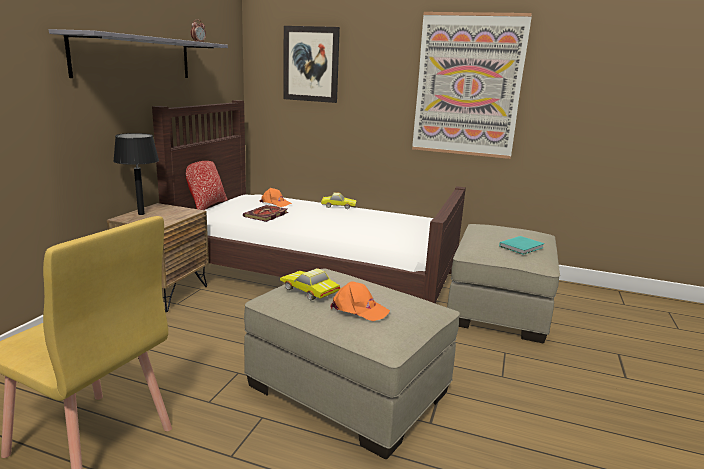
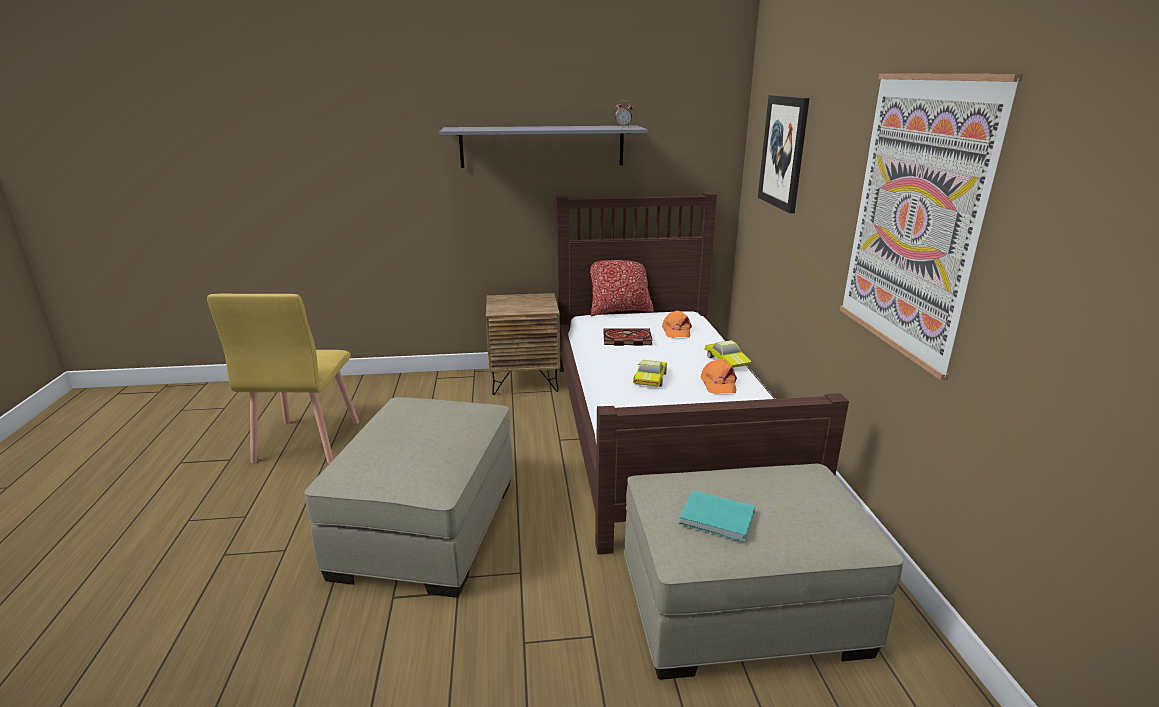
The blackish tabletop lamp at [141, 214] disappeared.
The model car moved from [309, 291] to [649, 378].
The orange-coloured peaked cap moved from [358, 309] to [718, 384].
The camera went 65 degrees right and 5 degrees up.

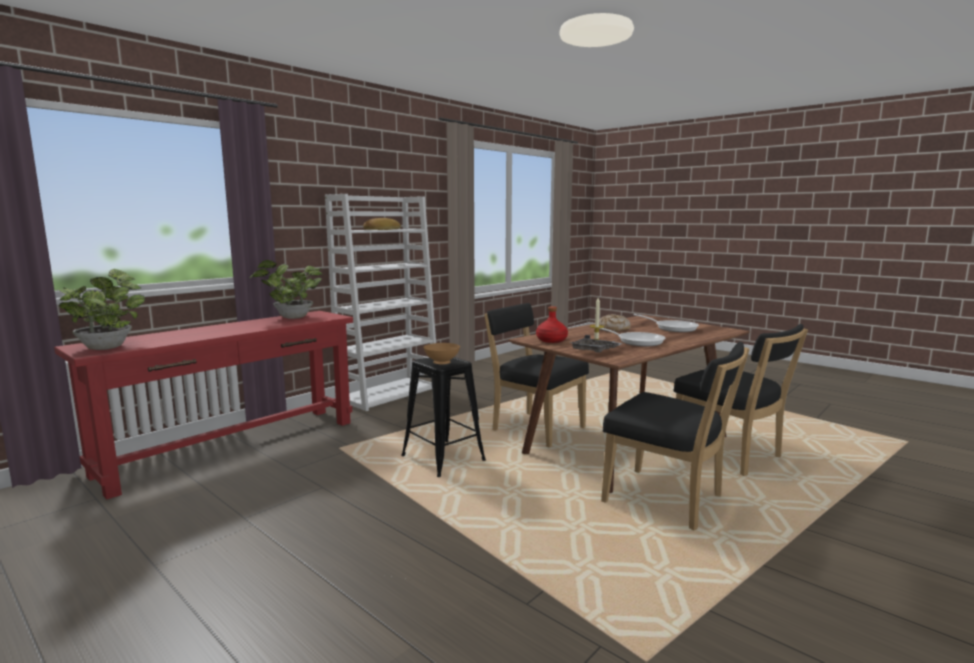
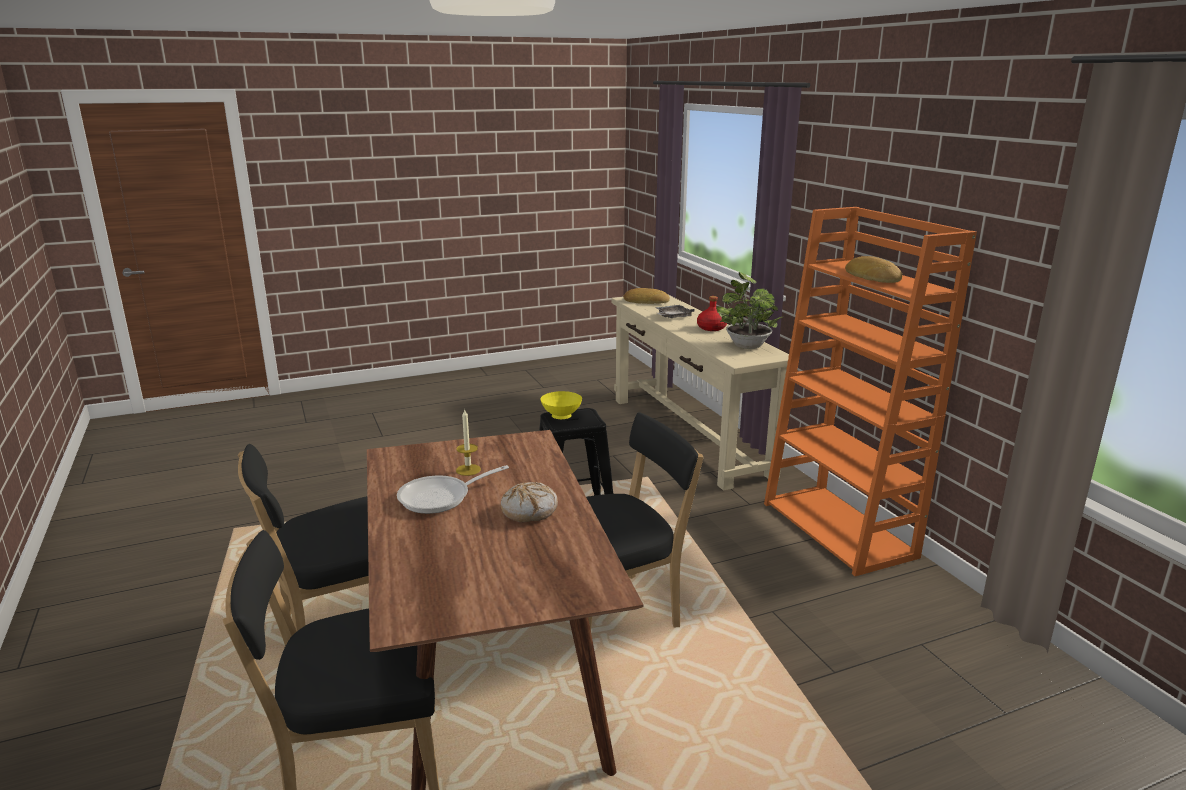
The pan at [672, 328] disappeared.
The reddish bottle moved from [551, 340] to [711, 328].
The gray carrying tray moved from [594, 351] to [672, 317].
The houseplant at [108, 347] was replaced by the baked bread at [646, 301].
The reddish hall table at [234, 447] became the sand-coloured hall table at [688, 435].
The whitish bookshelf at [389, 393] became the orange-coloured bookshelf at [840, 530].
The brownish bowl at [442, 363] became the yellow bowl at [562, 417].
The camera went 115 degrees right and 10 degrees up.

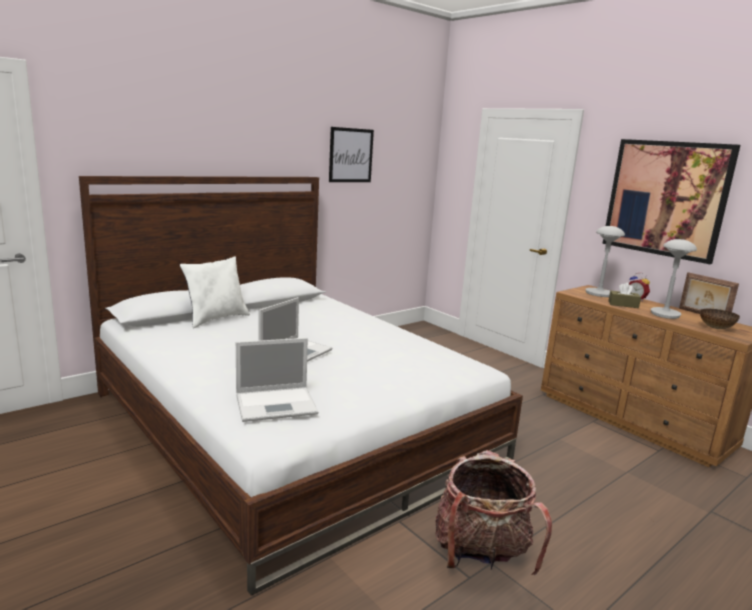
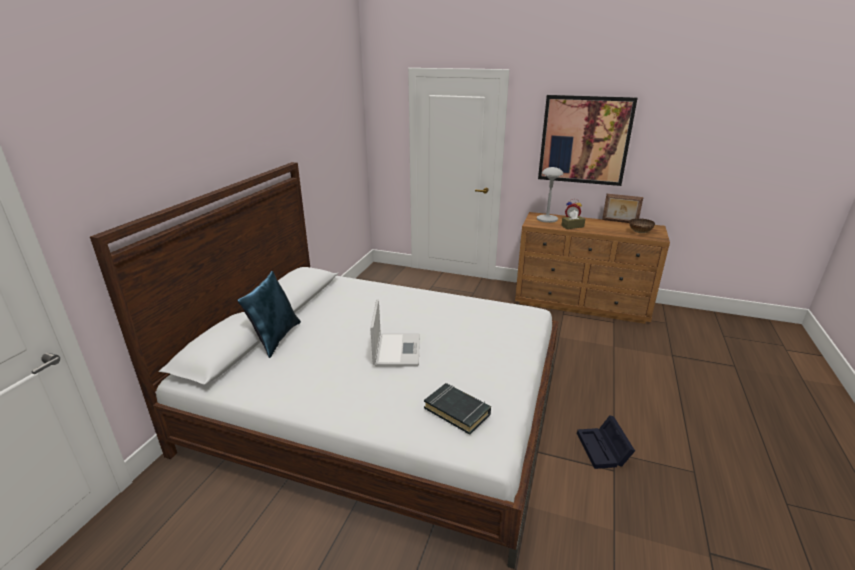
The picture at [351, 155] disappeared.
The gray tabletop lamp at [664, 314] disappeared.
The portable computer at [277, 404] was replaced by the blackish book at [457, 411].
The knapsack at [481, 555] was replaced by the blackish storage container at [603, 450].
The whitish pillow at [216, 319] became the bluish pillow at [275, 338].
The camera went 30 degrees left and 10 degrees up.

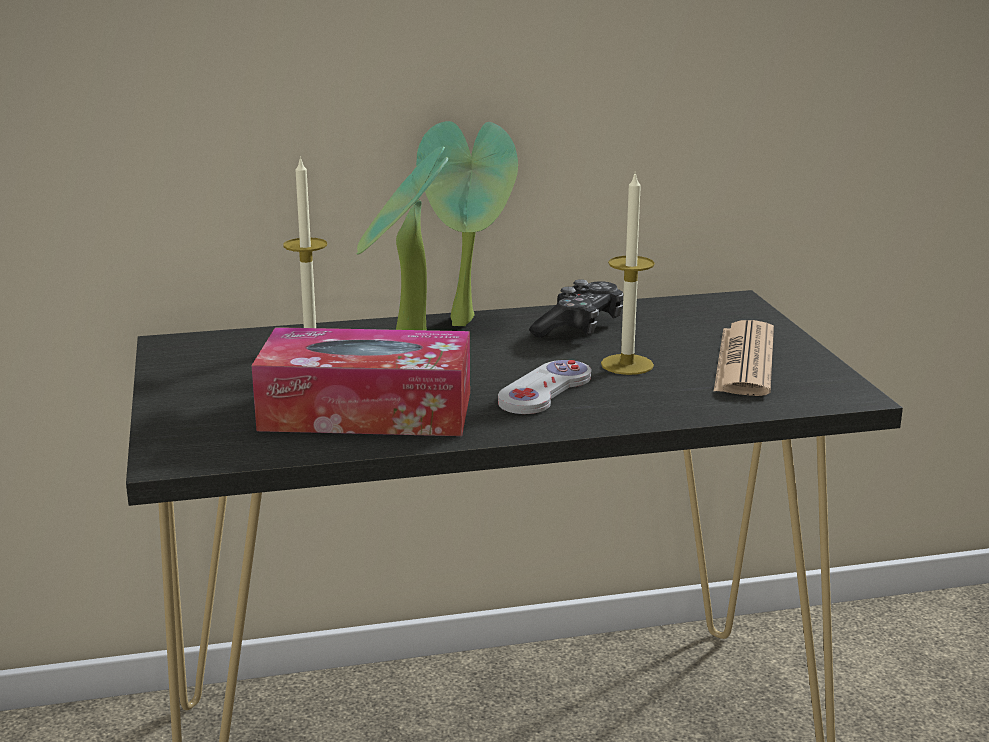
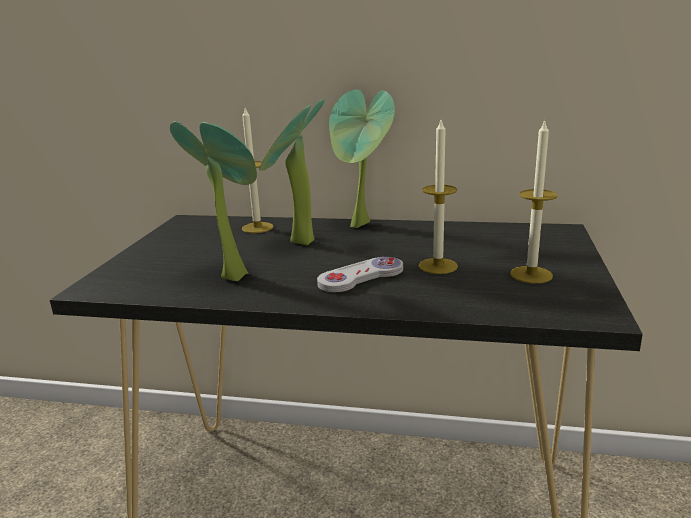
The gamepad at [580, 327] disappeared.
The tissue holder at [366, 411] was replaced by the houseplant at [234, 275].
The daily paper at [745, 361] was replaced by the wax light at [531, 274].
The camera went 25 degrees right and 0 degrees up.

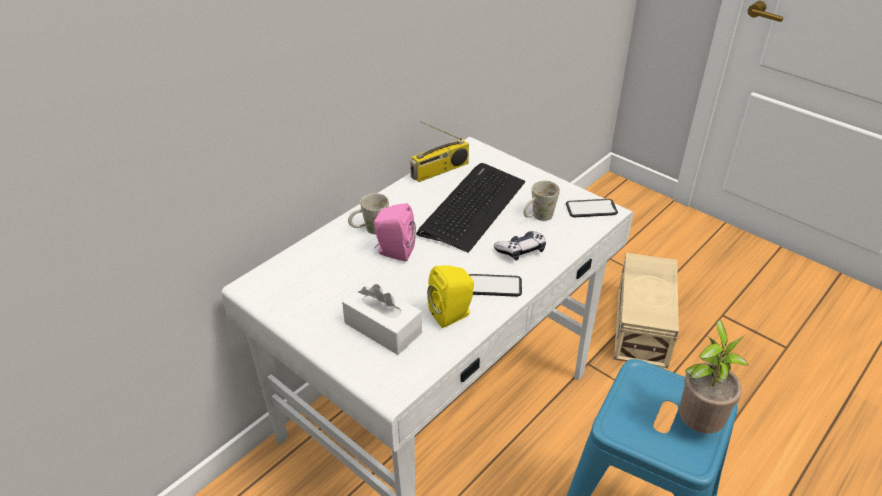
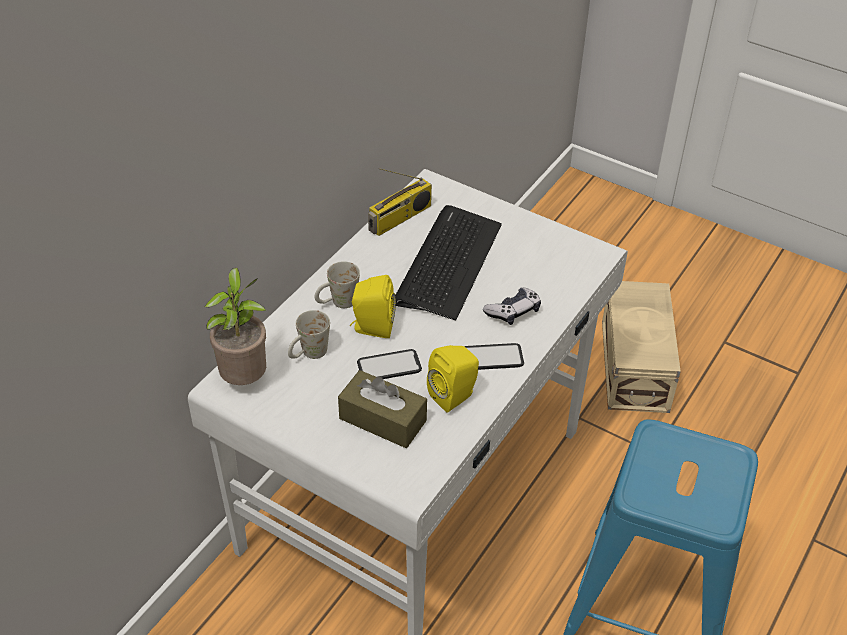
The whitish tea mug moved from [538, 217] to [308, 355].
The handset moved from [591, 209] to [389, 366].
The houseplant moved from [697, 424] to [245, 379].
The whitish tissue holder at [383, 328] became the brownish tissue holder at [382, 419].
The pinkish audio speaker at [393, 252] became the yellow audio speaker at [372, 328].
The camera went 10 degrees left and 5 degrees up.

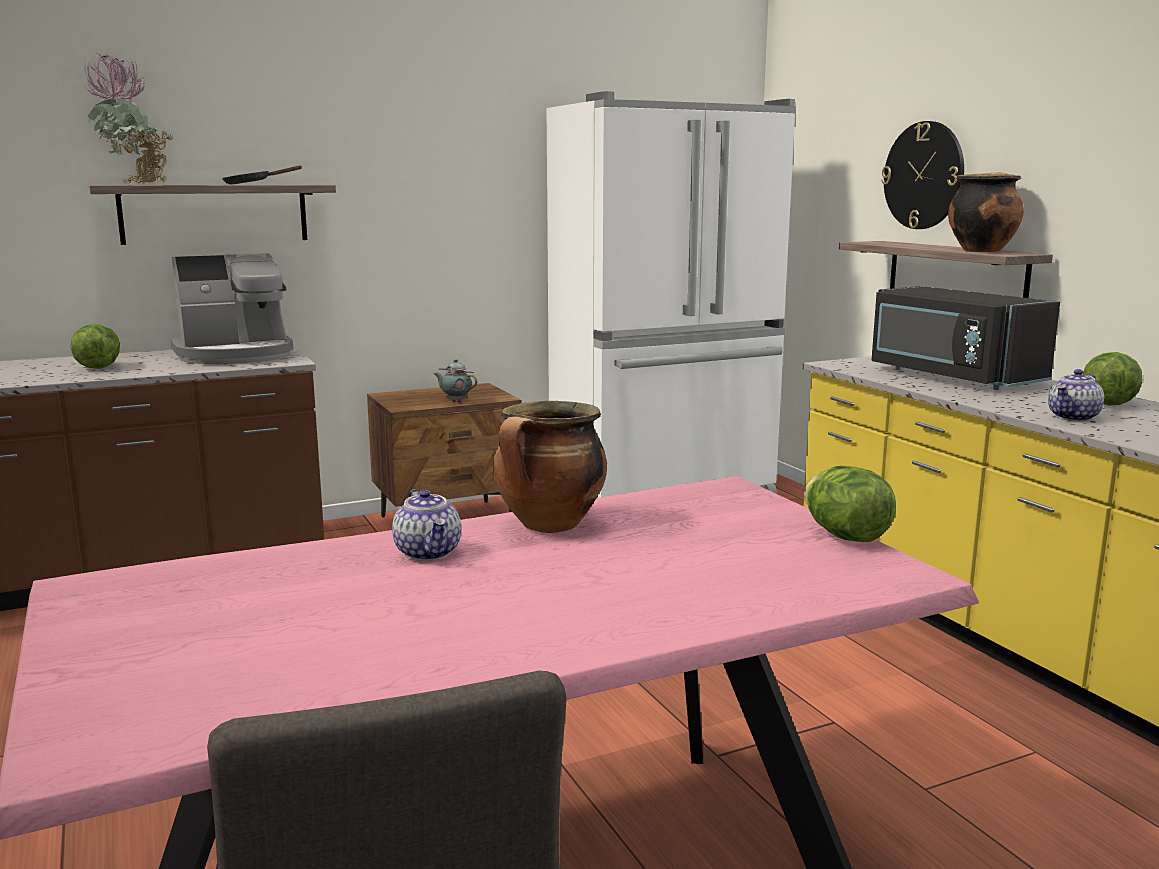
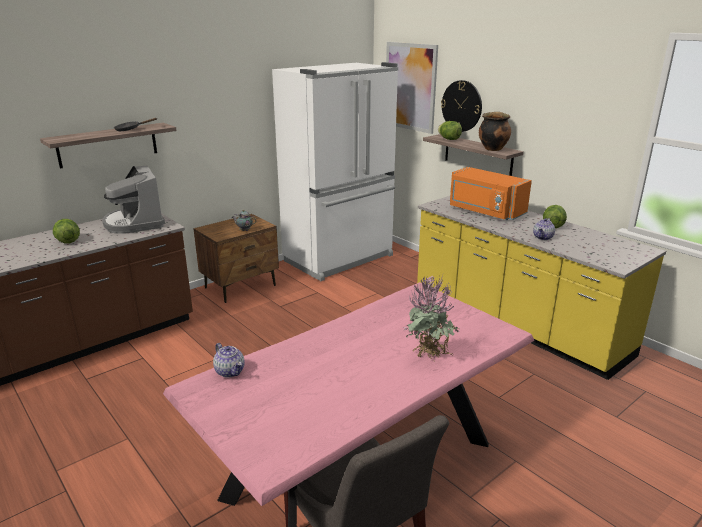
The cooking pot at [549, 526] disappeared.
The picture at [410, 87] appeared.
The houseplant moved from [135, 184] to [429, 359].
The pot for tea moved from [429, 552] to [230, 371].
The head of lettuce moved from [845, 536] to [449, 139].
The blackish microwave at [951, 377] became the orange-coloured microwave at [485, 211].
The coffee maker at [236, 355] turned 105 degrees clockwise.
The camera went 15 degrees left and 10 degrees up.

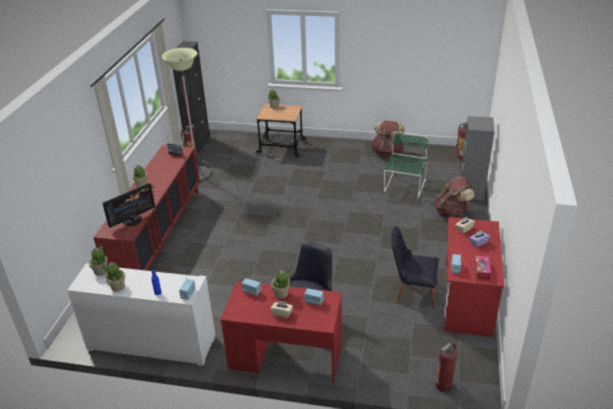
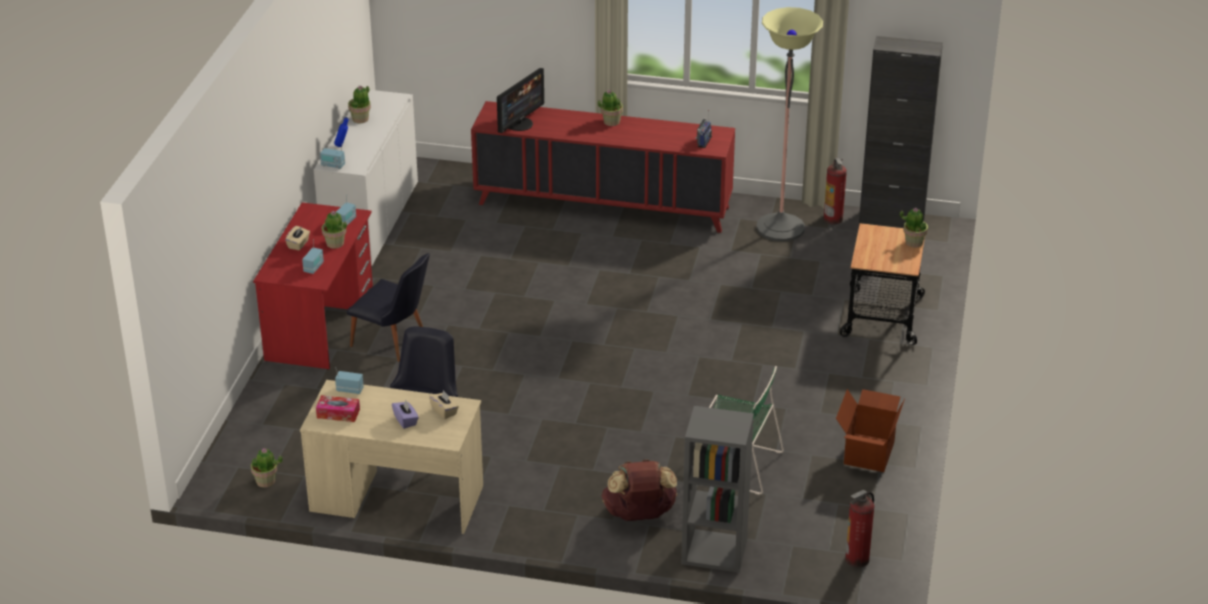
The extinguisher at [443, 385] disappeared.
The houseplant moved from [101, 271] to [266, 481].
The brownish knapsack at [387, 153] was replaced by the packing box at [867, 452].
The reddish desk unit at [467, 299] became the sand-coloured desk unit at [396, 498].
The monitor at [132, 220] turned 105 degrees counterclockwise.
The camera went 90 degrees right and 0 degrees up.

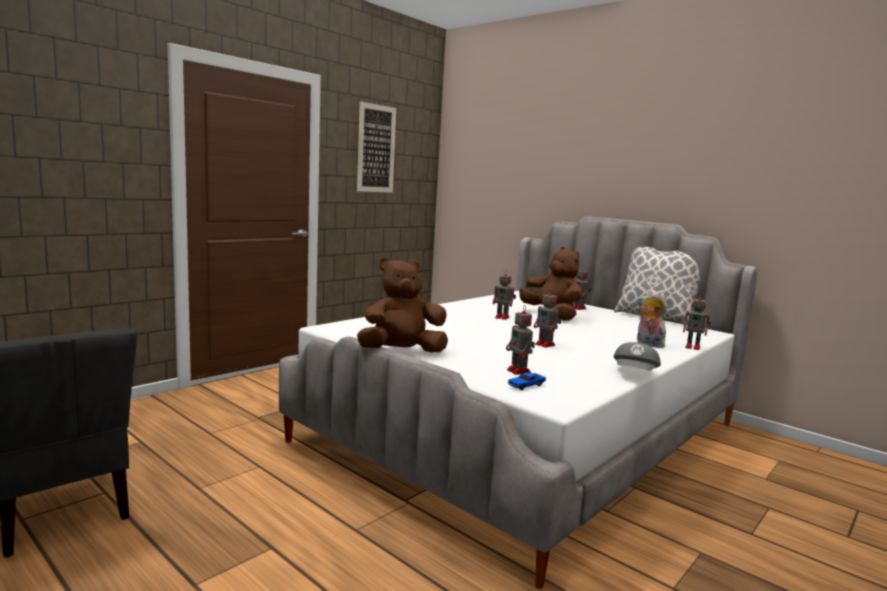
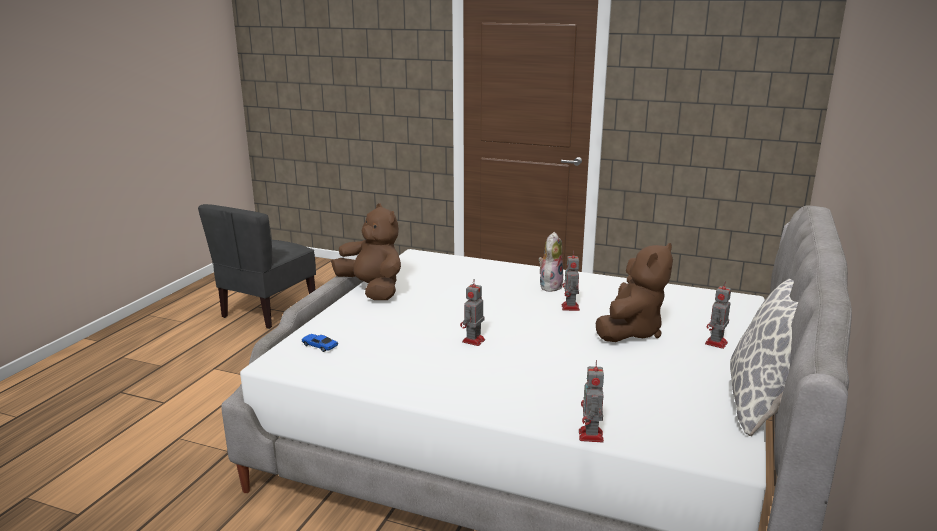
The picture at [376, 149] disappeared.
The robot figure at [519, 371] disappeared.
The gray peaked cap at [635, 374] disappeared.
The plush toy moved from [648, 344] to [550, 286].
The camera went 70 degrees right and 10 degrees up.

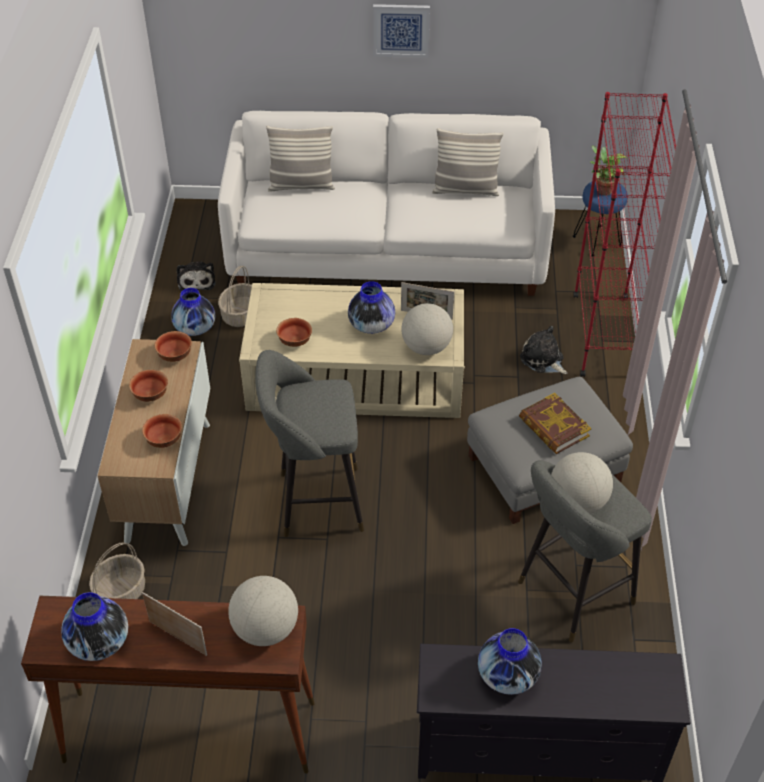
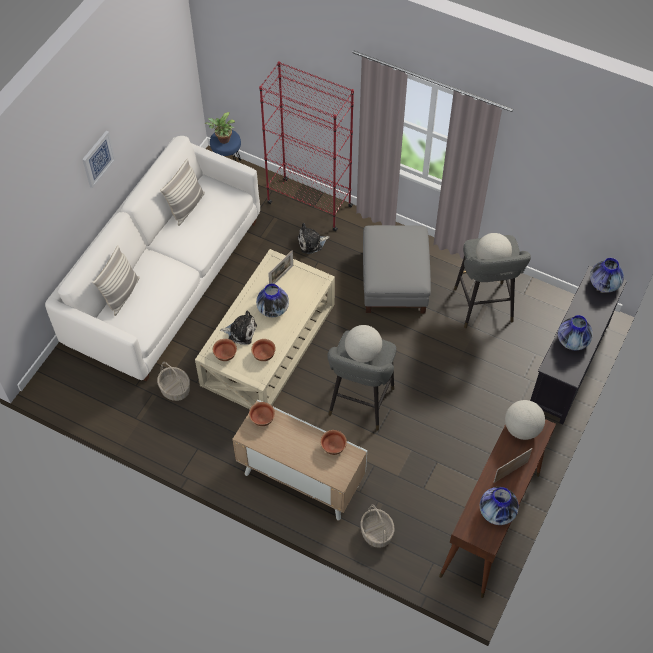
The book at [553, 428] disappeared.
The bowl moved from [150, 394] to [225, 354].
The flower vase moved from [195, 328] to [604, 284].
The plush toy moved from [196, 281] to [240, 331].
The world globe moved from [426, 347] to [363, 353].
The camera went 65 degrees left and 10 degrees up.

